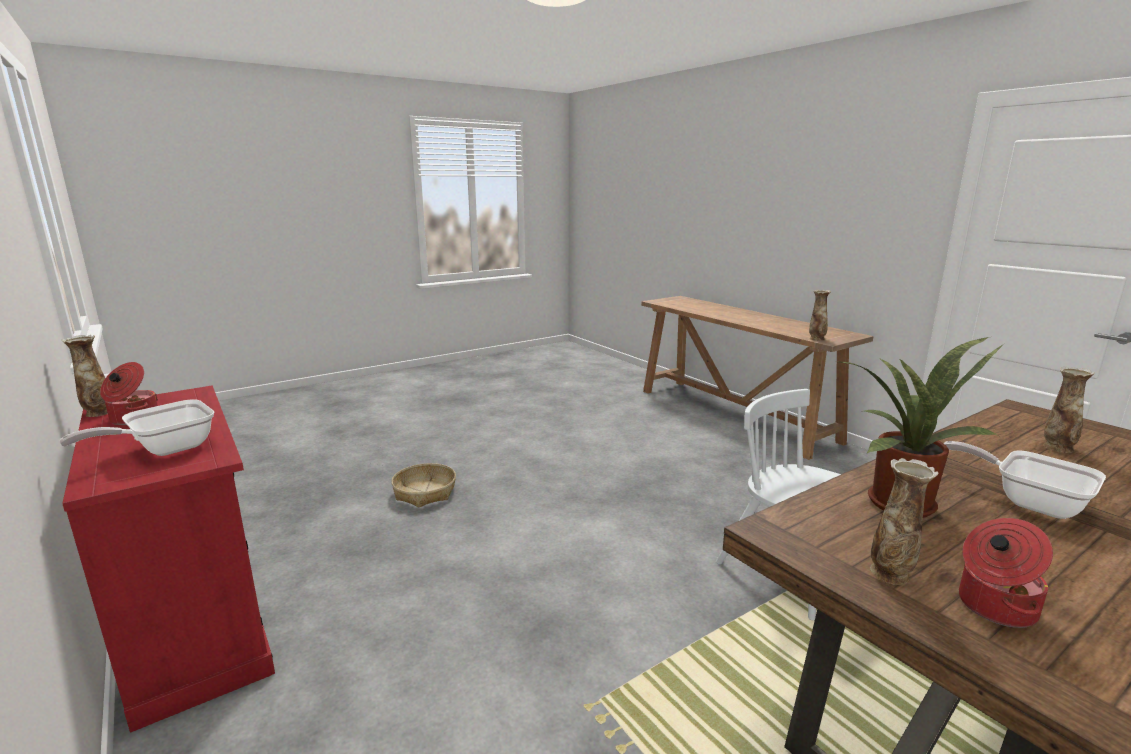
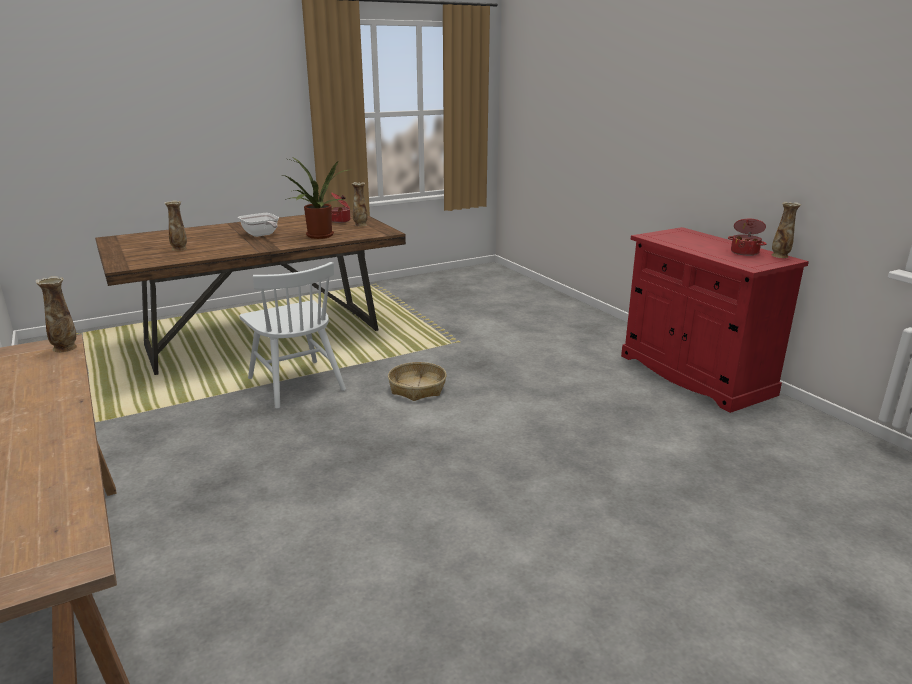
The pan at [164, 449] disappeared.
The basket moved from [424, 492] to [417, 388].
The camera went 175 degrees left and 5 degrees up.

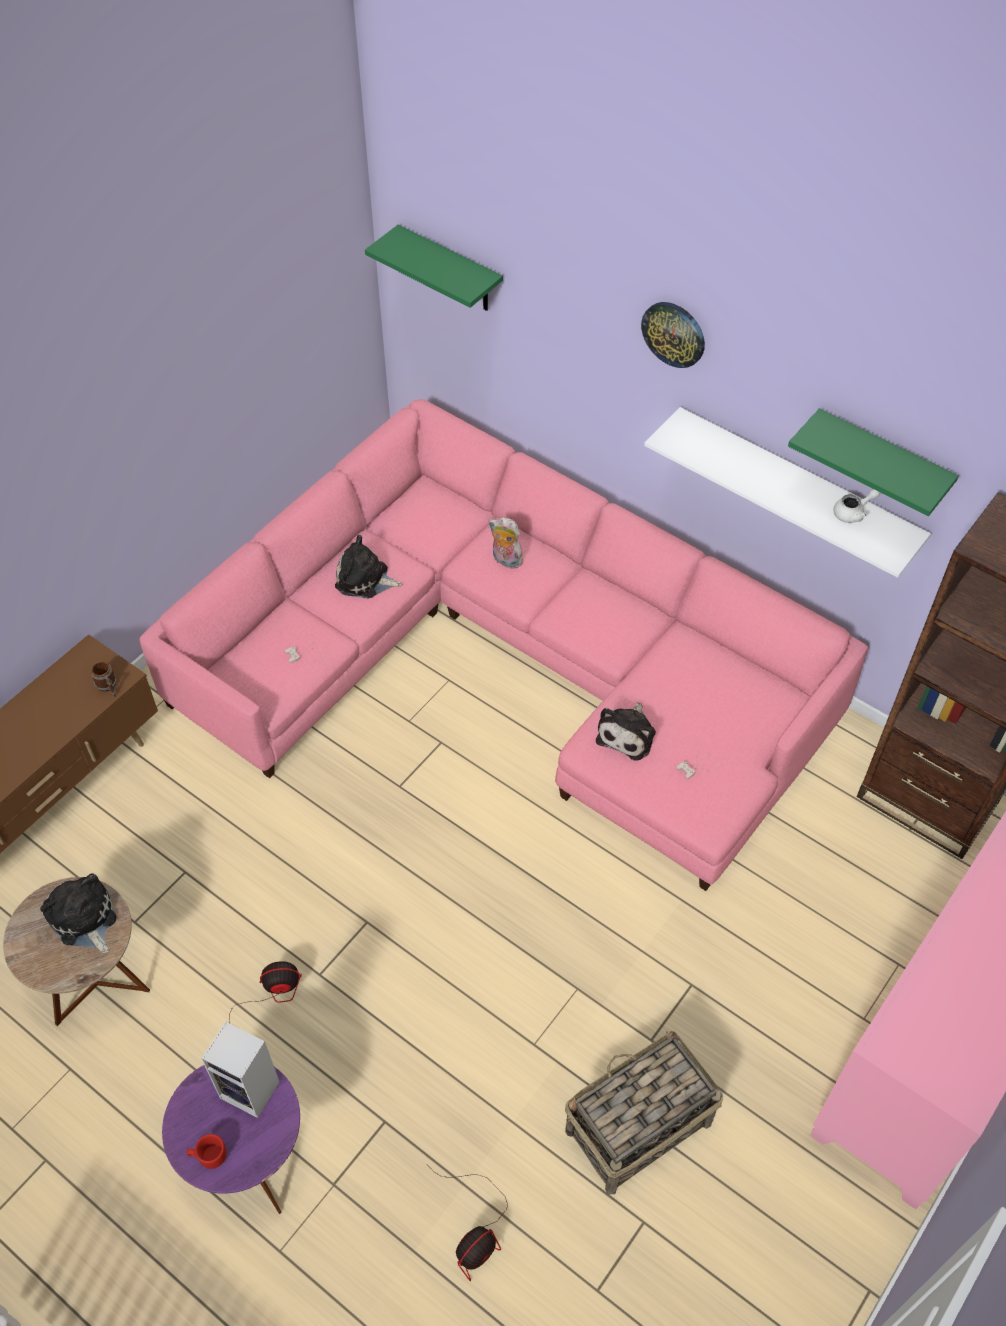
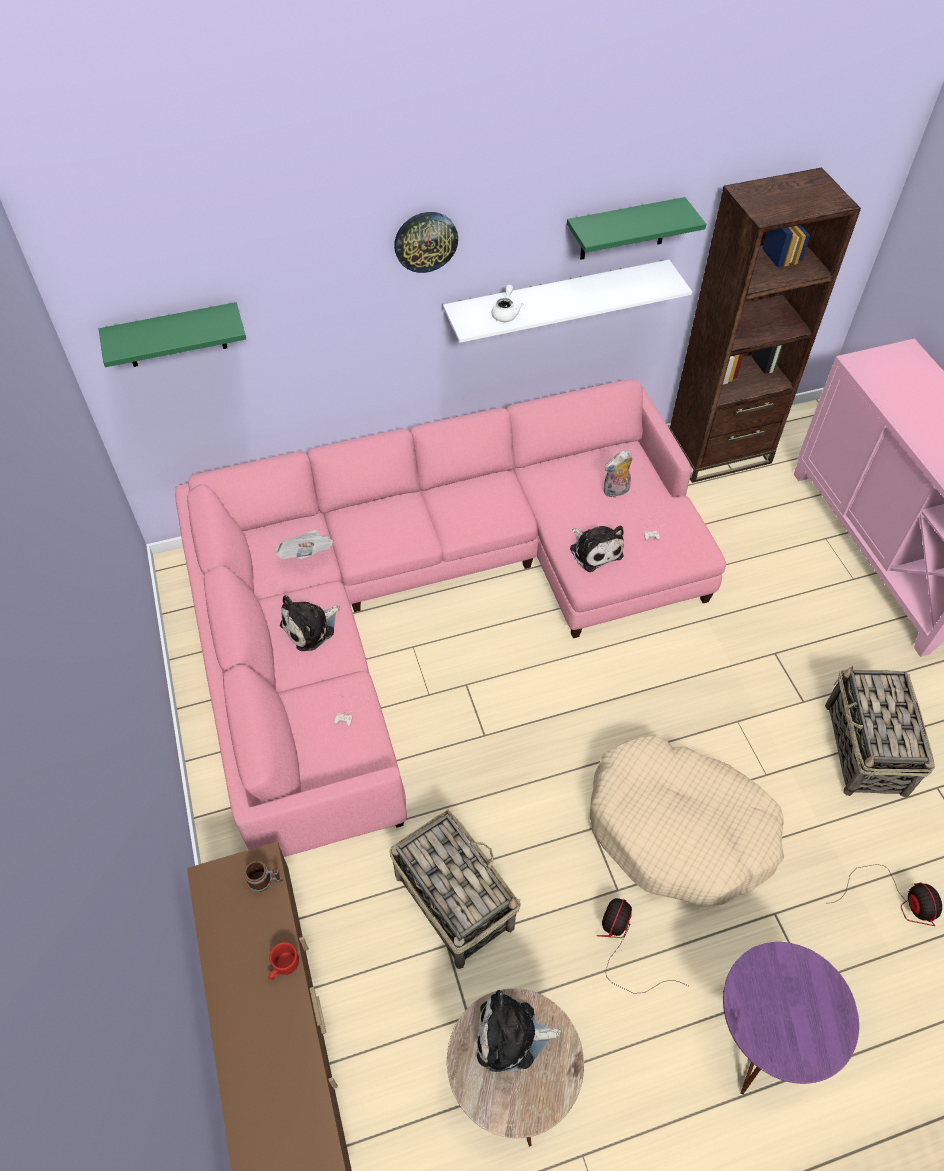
The audio speaker at [252, 1090] disappeared.
The daily paper at [307, 554] appeared.
The basket at [453, 900] appeared.
The sand-coloured dog cushion at [679, 829] appeared.
The reddish tea mug moved from [208, 1156] to [283, 966].
The plush toy moved from [505, 560] to [616, 491].
The whitish pot for tea moved from [853, 513] to [506, 313].
The camera went 55 degrees left and 0 degrees up.

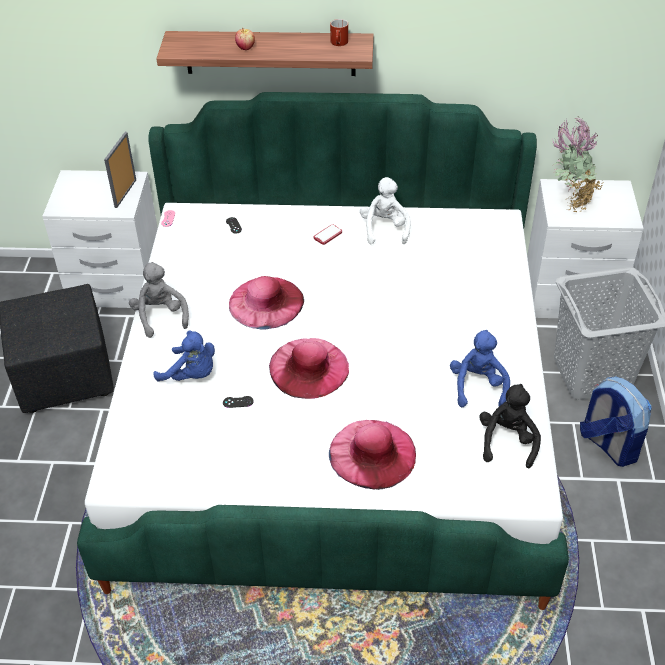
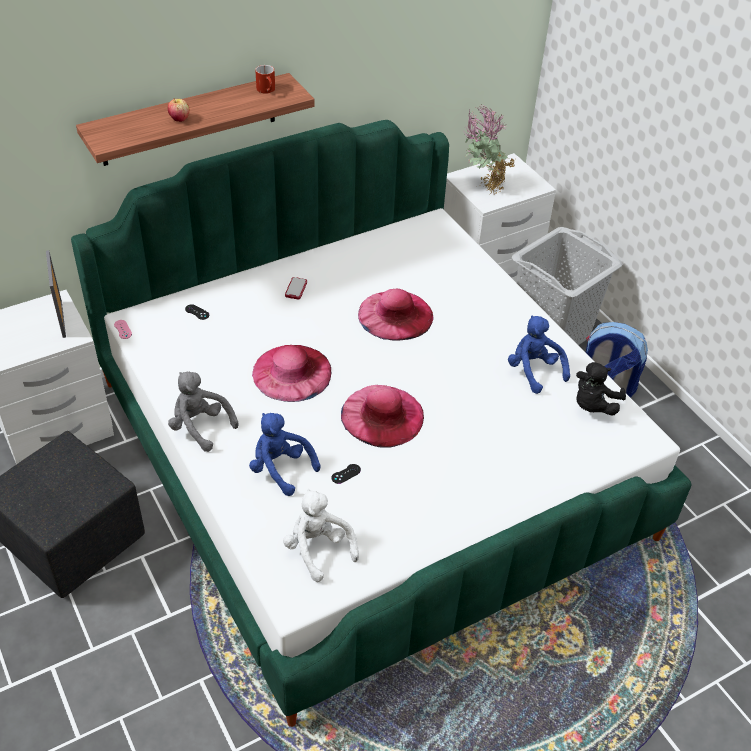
The pinkish wearable hat moved from [372, 453] to [395, 315].
The whitish plush toy moved from [384, 229] to [318, 549].
The bluish plush toy at [191, 375] turned 135 degrees counterclockwise.
The blackish plush toy at [507, 441] turned 120 degrees counterclockwise.
The camera went 35 degrees left and 0 degrees up.

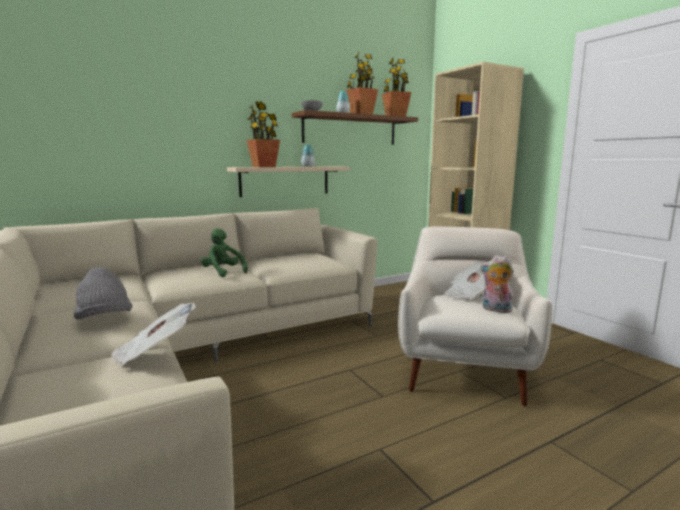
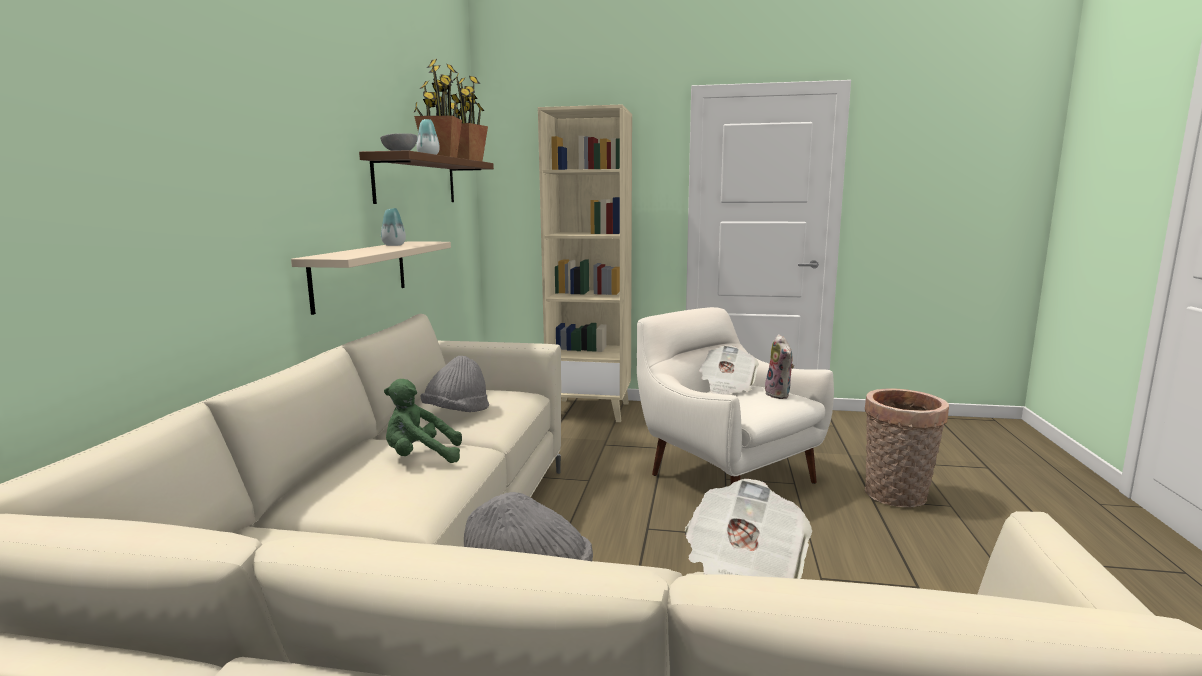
The houseplant at [264, 166] disappeared.
The gray wearable hat at [456, 413] appeared.
The basket at [896, 497] appeared.
The plush toy at [495, 310] turned 75 degrees counterclockwise.
The camera went 50 degrees left and 0 degrees up.

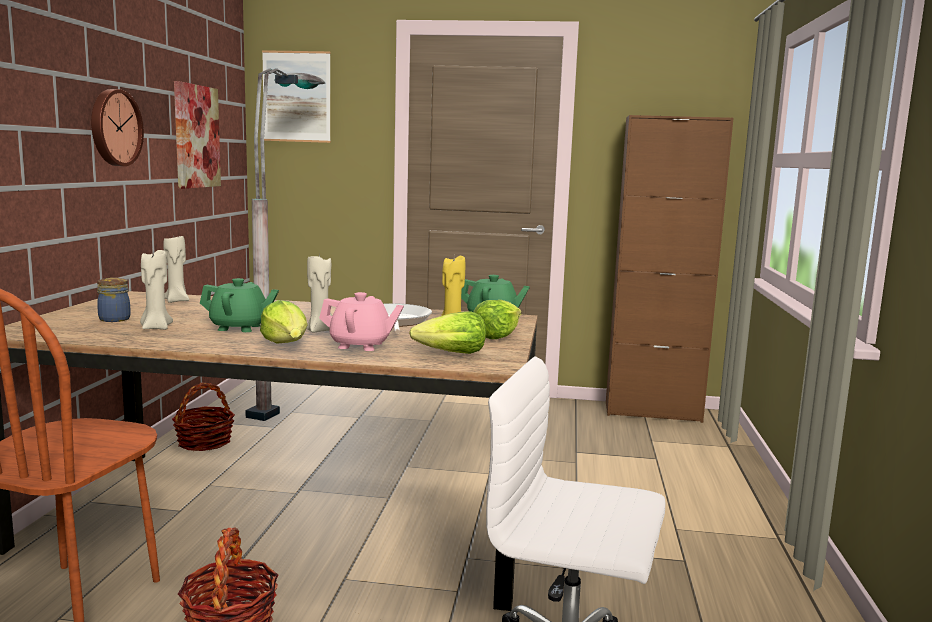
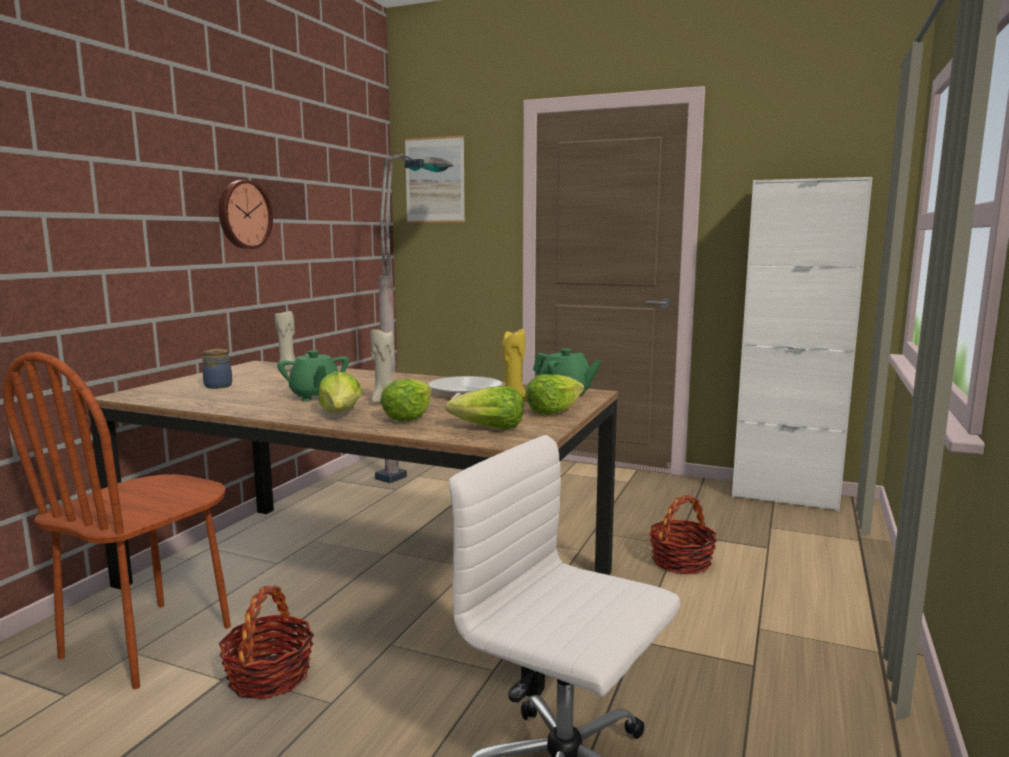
The sand-coloured wax light at [156, 328] disappeared.
The picture at [196, 136] disappeared.
The basket moved from [204, 442] to [681, 562].
The pinkish pot for tea at [360, 345] was replaced by the head of lettuce at [408, 417].
The brownish cupboard at [652, 412] became the whitish cupboard at [784, 496].
The greenish pot for tea at [239, 328] turned 45 degrees clockwise.
The camera went 15 degrees right and 0 degrees up.

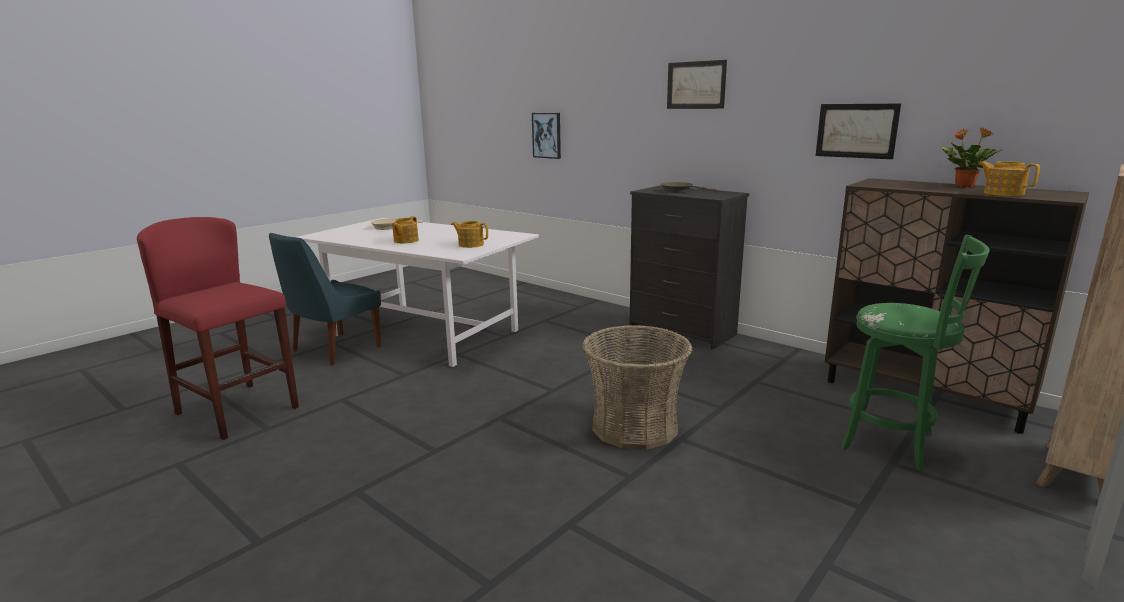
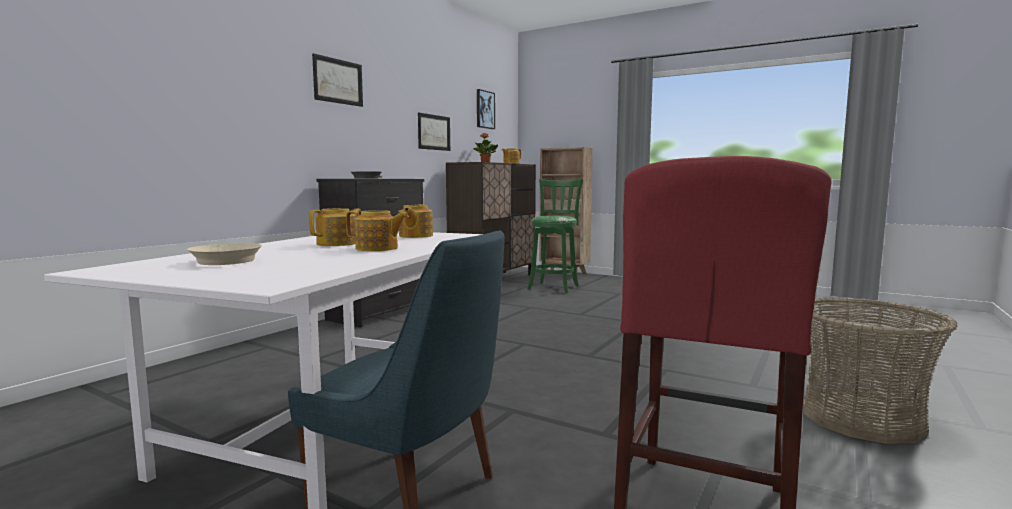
The pot for tea at [338, 243] appeared.
The picture moved from [547, 135] to [484, 109].
The basket moved from [635, 427] to [861, 418].
The camera went 100 degrees left and 10 degrees down.

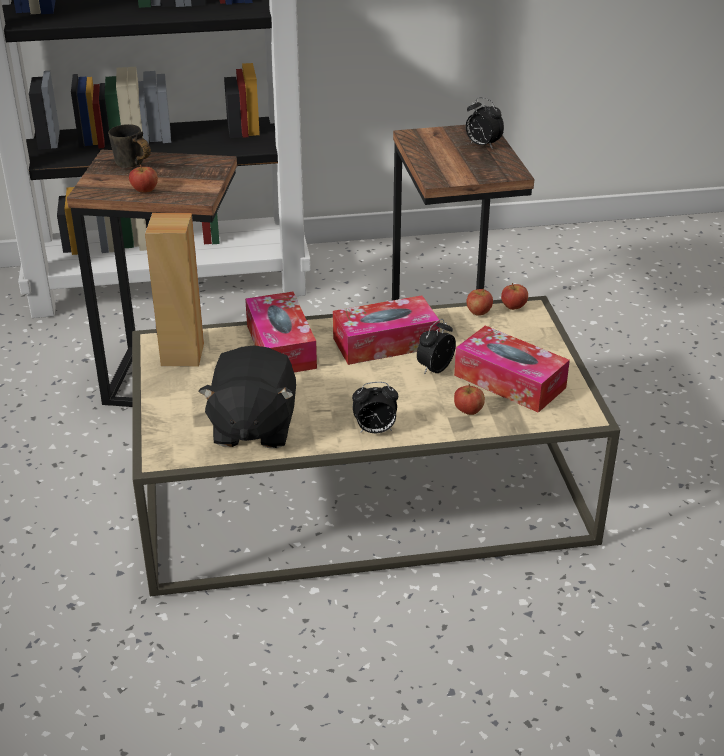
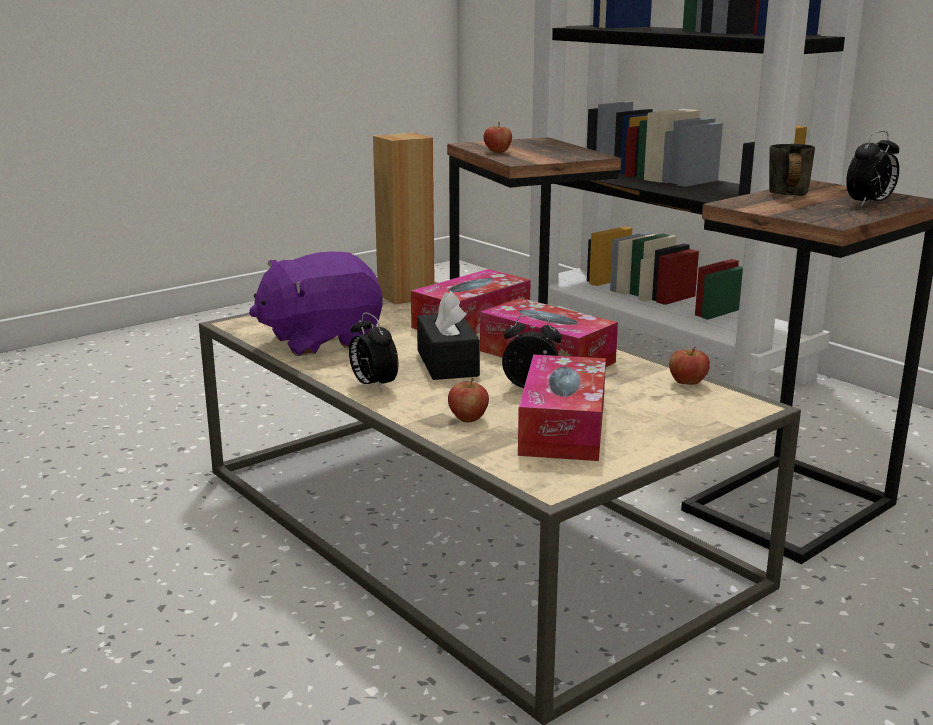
The apple at [513, 307] disappeared.
The blackish tissue holder at [447, 363] appeared.
The gray tea mug moved from [131, 167] to [783, 196].
The blackish plush toy at [252, 427] became the purple plush toy at [320, 341].
The table clock at [482, 145] turned 135 degrees counterclockwise.
The camera went 60 degrees right and 15 degrees down.

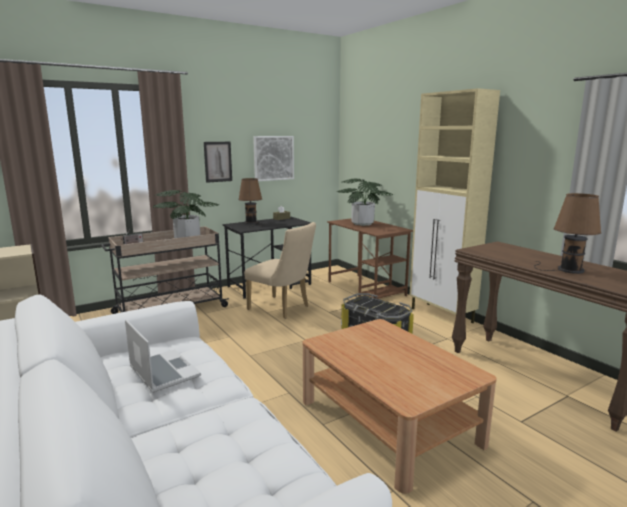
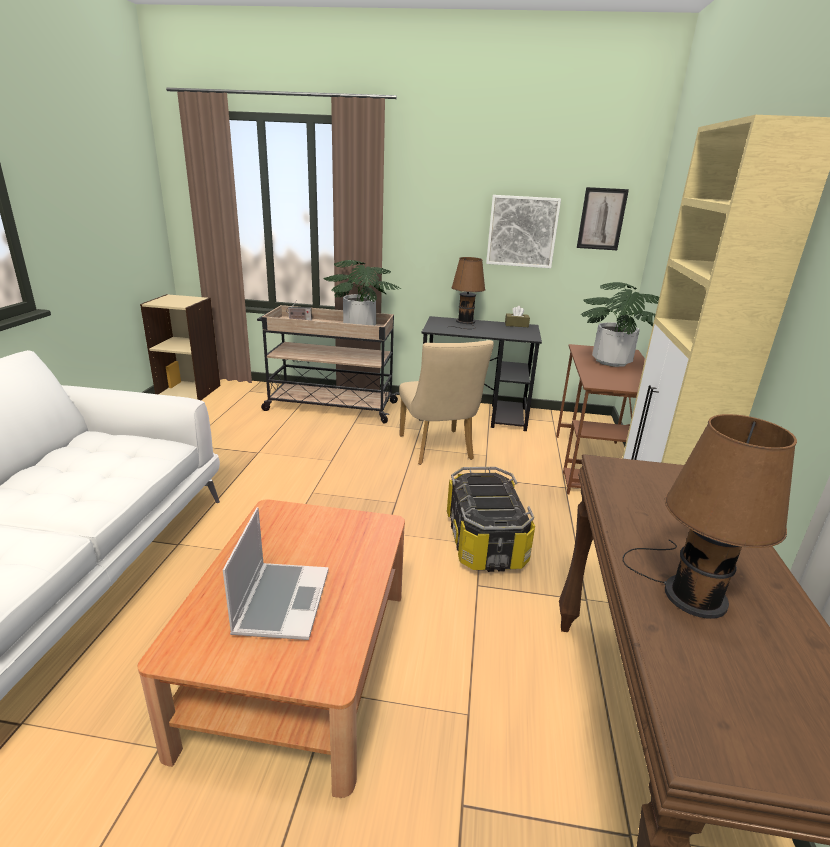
The portable computer moved from [162, 372] to [281, 601].
The picture moved from [218, 161] to [601, 219].
The camera went 40 degrees right and 10 degrees up.

